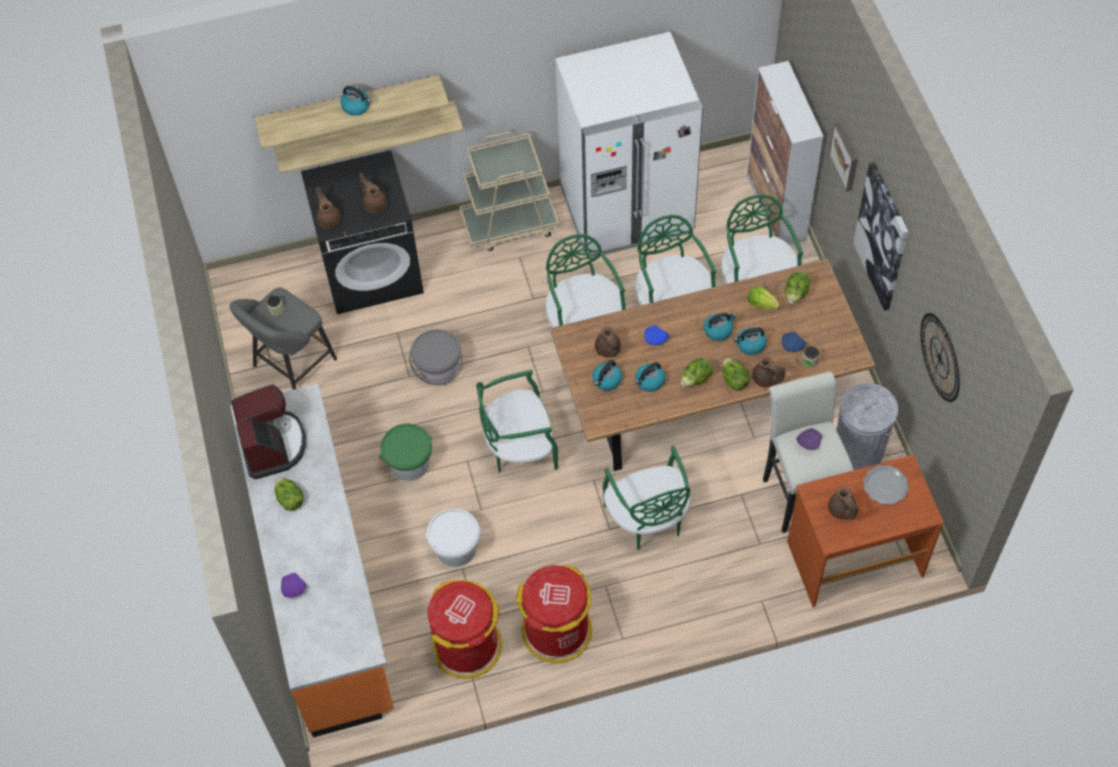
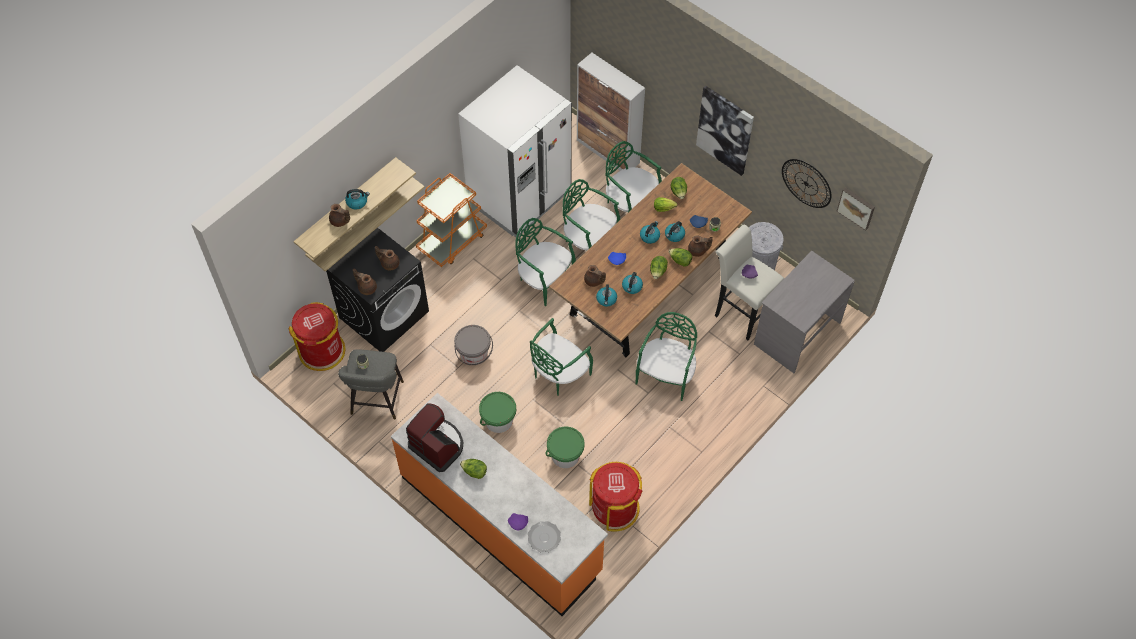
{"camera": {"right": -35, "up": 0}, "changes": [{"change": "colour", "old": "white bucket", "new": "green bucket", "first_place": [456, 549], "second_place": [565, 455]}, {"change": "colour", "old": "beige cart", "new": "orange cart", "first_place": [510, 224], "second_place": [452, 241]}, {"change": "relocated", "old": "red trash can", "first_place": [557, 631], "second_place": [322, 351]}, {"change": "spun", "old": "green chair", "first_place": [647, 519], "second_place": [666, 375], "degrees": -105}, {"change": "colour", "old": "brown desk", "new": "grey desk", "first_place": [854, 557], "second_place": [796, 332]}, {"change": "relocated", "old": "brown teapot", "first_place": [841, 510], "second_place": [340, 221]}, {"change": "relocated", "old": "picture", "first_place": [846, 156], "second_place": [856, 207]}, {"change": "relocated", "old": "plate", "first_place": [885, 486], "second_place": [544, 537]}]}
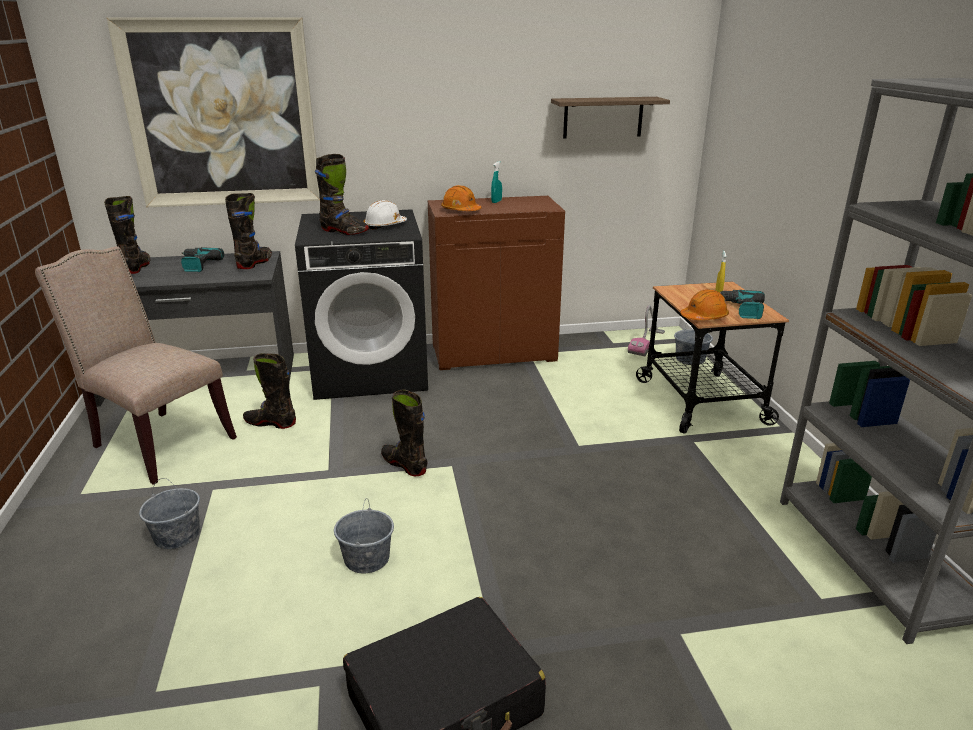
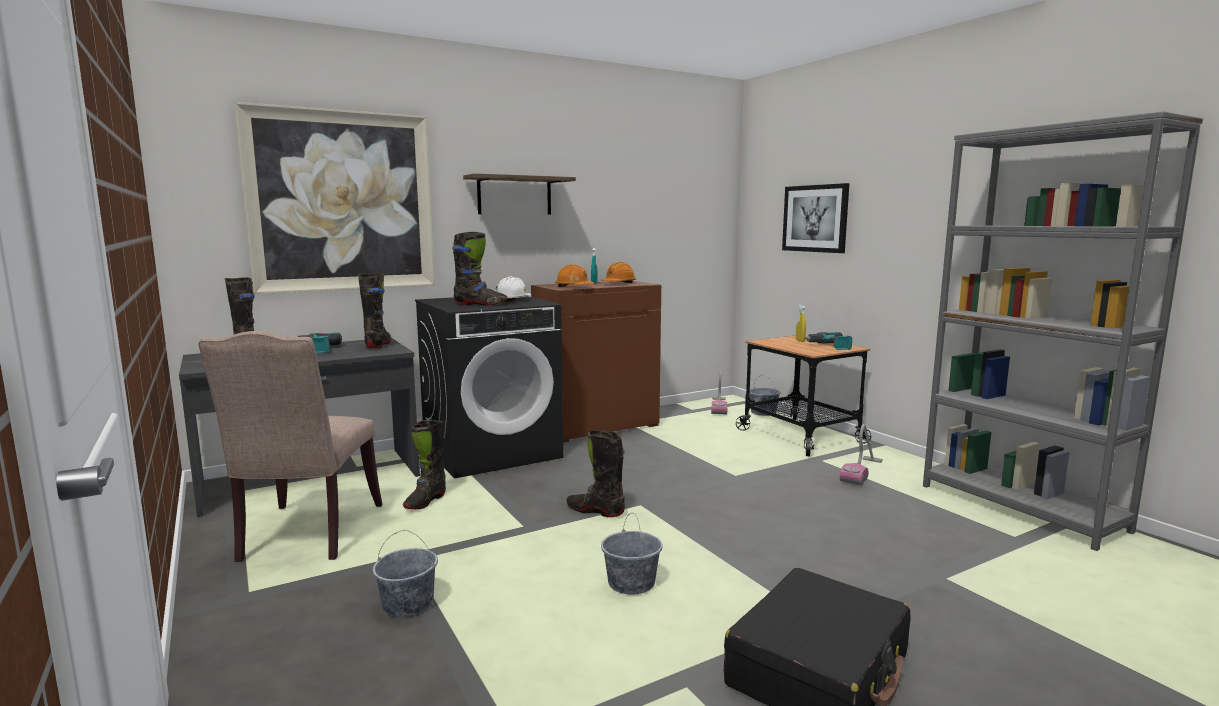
{"camera": {"right": -20, "up": -15}, "changes": [{"change": "spun", "old": "beige chair", "first_place": [158, 442], "second_place": [308, 534], "degrees": -105}, {"change": "spun", "old": "black boot", "first_place": [270, 423], "second_place": [425, 501], "degrees": -60}, {"change": "relocated", "old": "shelf", "first_place": [603, 117], "second_place": [514, 195]}, {"change": "relocated", "old": "orange hard hat", "first_place": [704, 317], "second_place": [619, 283]}, {"change": "appeared", "new": "picture", "second_place": [815, 218]}, {"change": "appeared", "new": "vacuum cleaner", "second_place": [862, 471]}]}
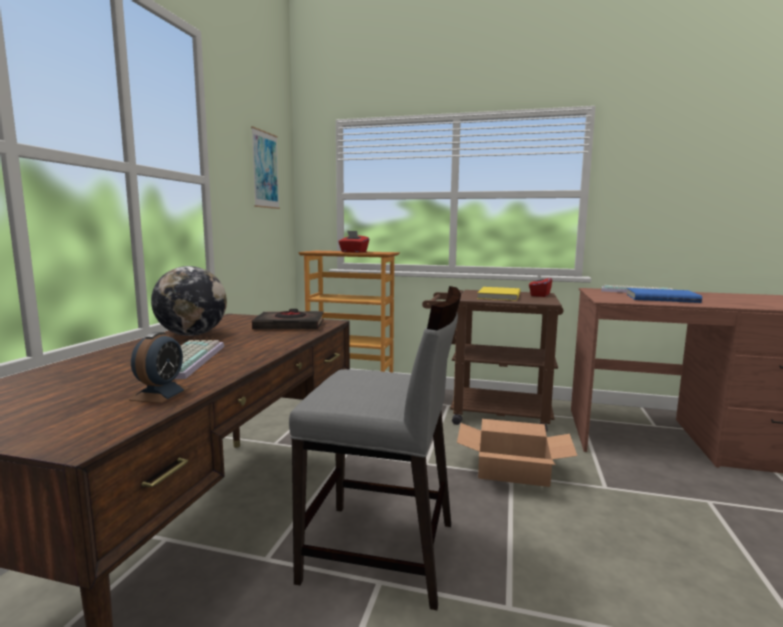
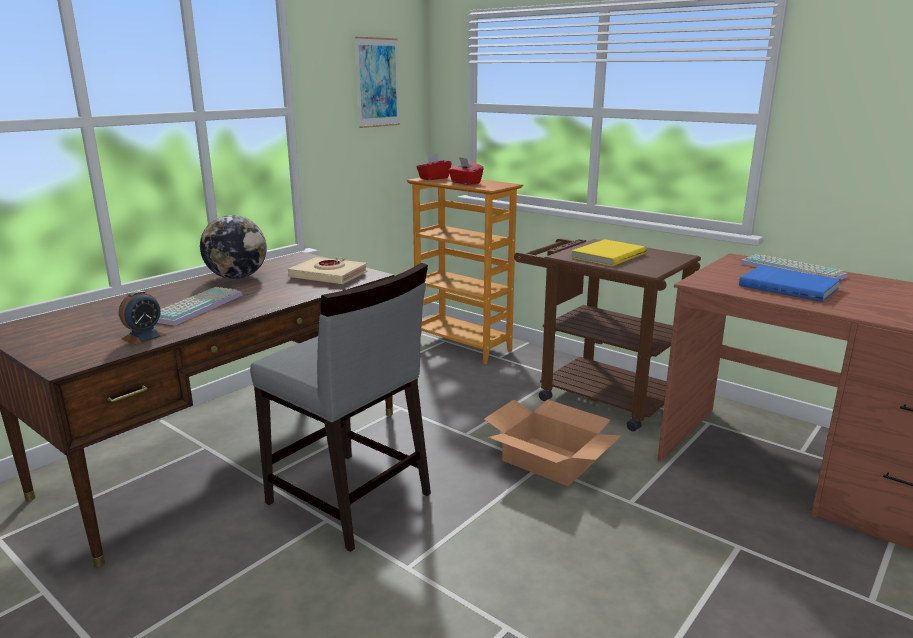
{"camera": {"right": 25, "up": 10}, "changes": [{"change": "colour", "old": "black book", "new": "beige book", "first_place": [290, 326], "second_place": [329, 276]}, {"change": "relocated", "old": "red tissue box", "first_place": [539, 295], "second_place": [433, 178]}]}
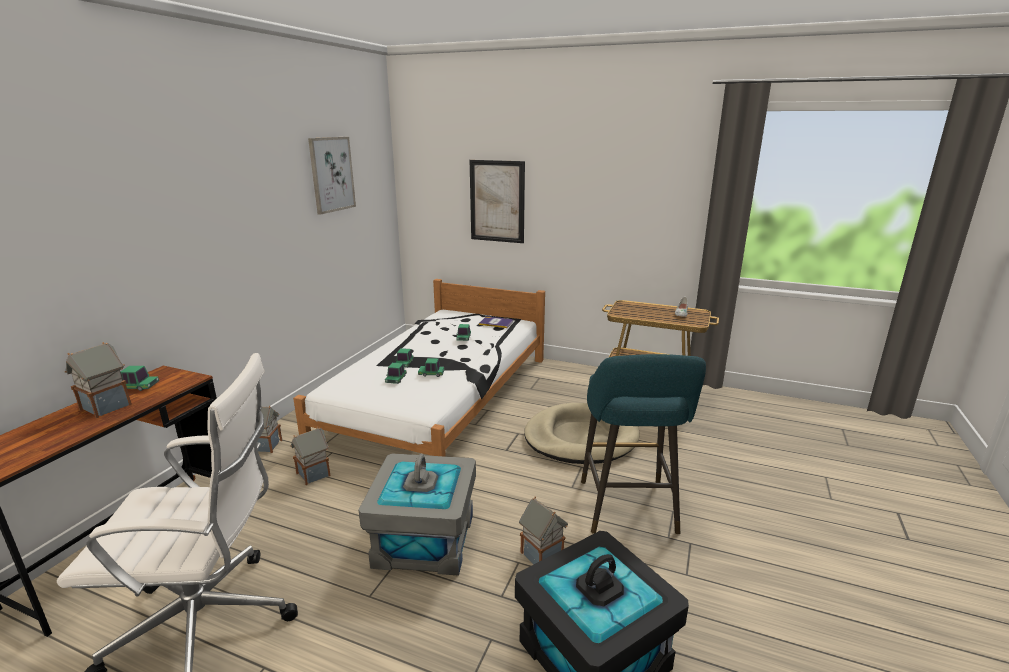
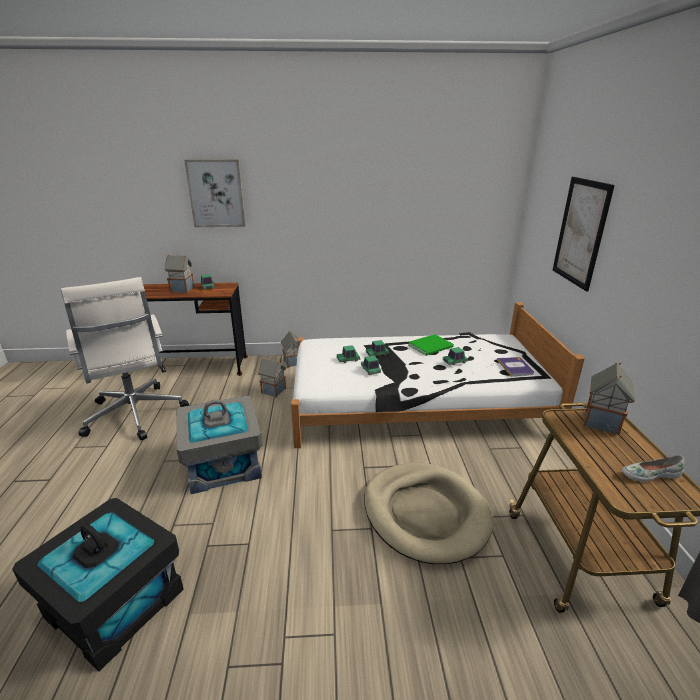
{"camera": {"right": 65, "up": 5}, "changes": [{"change": "relocated", "old": "picture", "first_place": [331, 174], "second_place": [216, 193]}, {"change": "relocated", "old": "toy house", "first_place": [542, 555], "second_place": [601, 423]}, {"change": "missing", "old": "turquoise stool", "first_place": [628, 510]}, {"change": "appeared", "new": "green book", "second_place": [432, 346]}]}
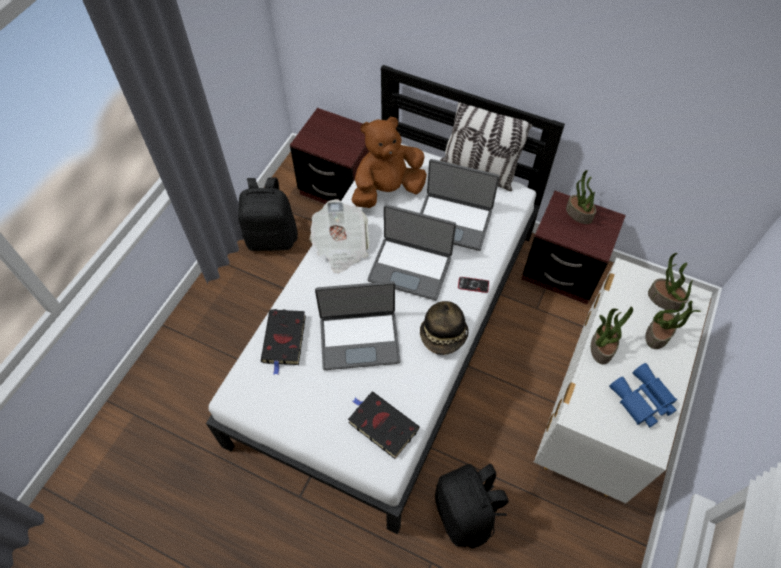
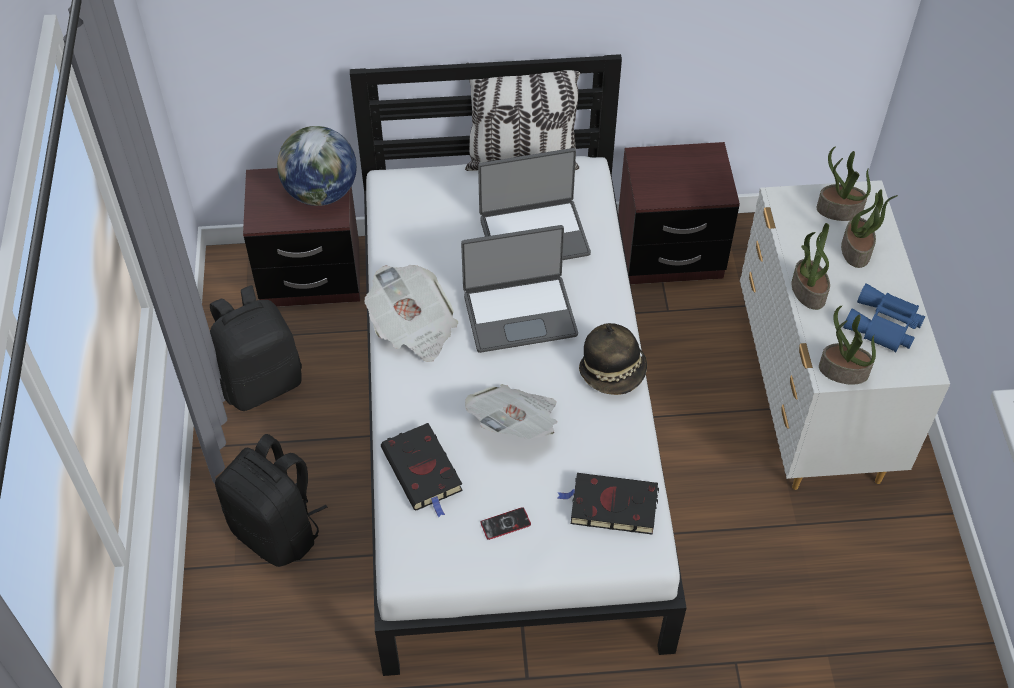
{"camera": {"right": -30, "up": -5}, "changes": [{"change": "exchanged", "old": "laptop", "new": "newspaper", "first_place": [359, 339], "second_place": [515, 425]}, {"change": "missing", "old": "brown plush toy", "first_place": [387, 190]}, {"change": "relocated", "old": "black backpack", "first_place": [466, 514], "second_place": [278, 531]}, {"change": "relocated", "old": "phone", "first_place": [473, 285], "second_place": [505, 524]}, {"change": "relocated", "old": "potted plant", "first_place": [578, 214], "second_place": [842, 371]}, {"change": "appeared", "new": "globe", "second_place": [321, 193]}]}
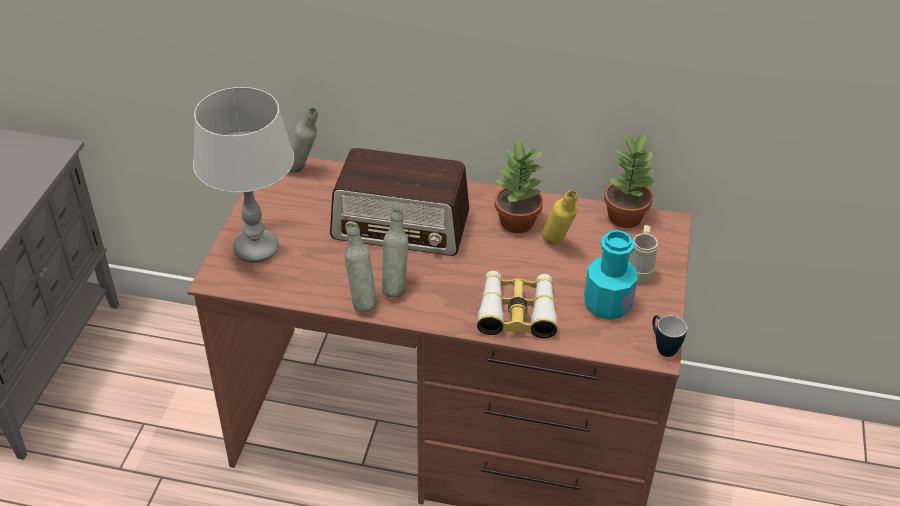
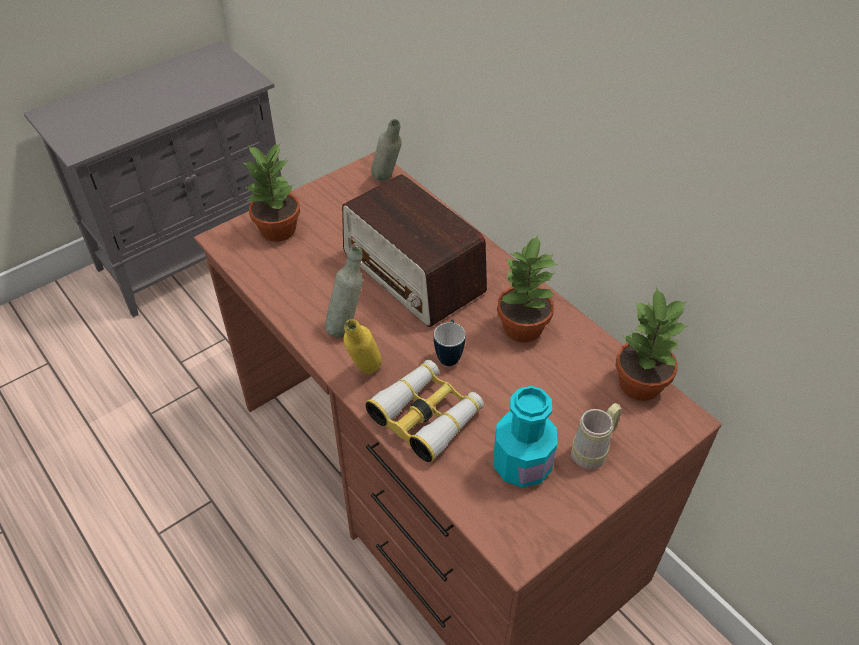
{"camera": {"right": 40, "up": 5}, "changes": [{"change": "exchanged", "old": "grey table lamp", "new": "potted plant", "first_place": [257, 249], "second_place": [279, 230]}, {"change": "missing", "old": "grey bottle", "first_place": [361, 301]}, {"change": "relocated", "old": "yellow bottle", "first_place": [557, 246], "second_place": [365, 375]}, {"change": "relocated", "old": "mug", "first_place": [662, 347], "second_place": [449, 355]}]}
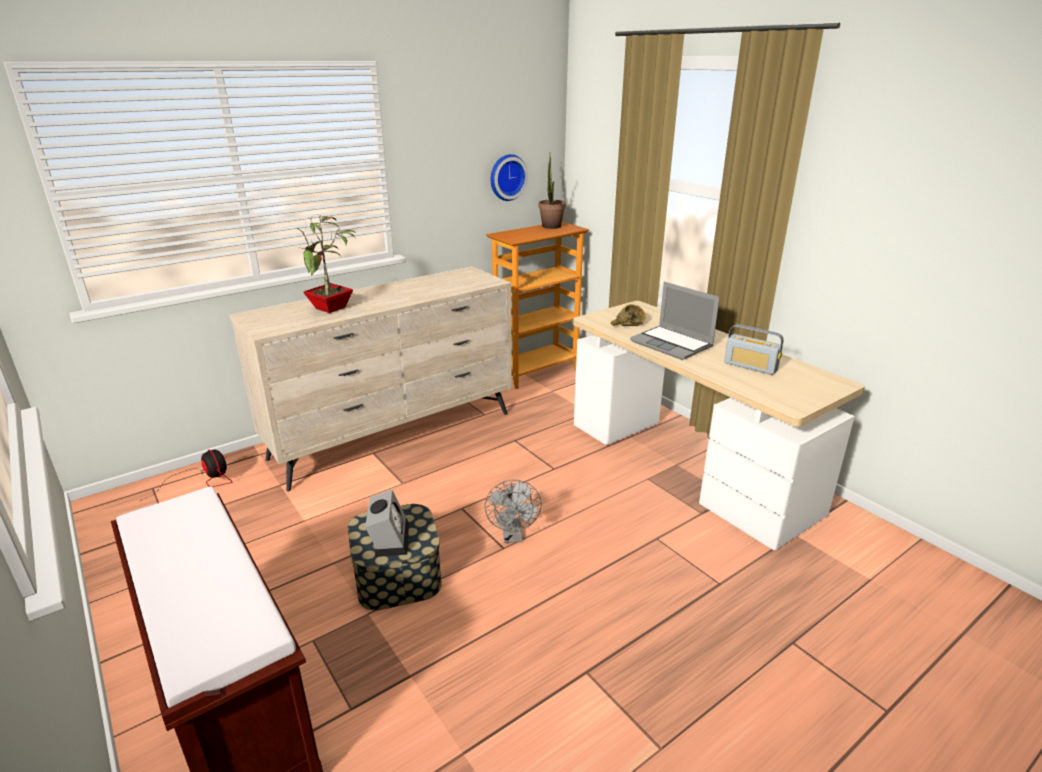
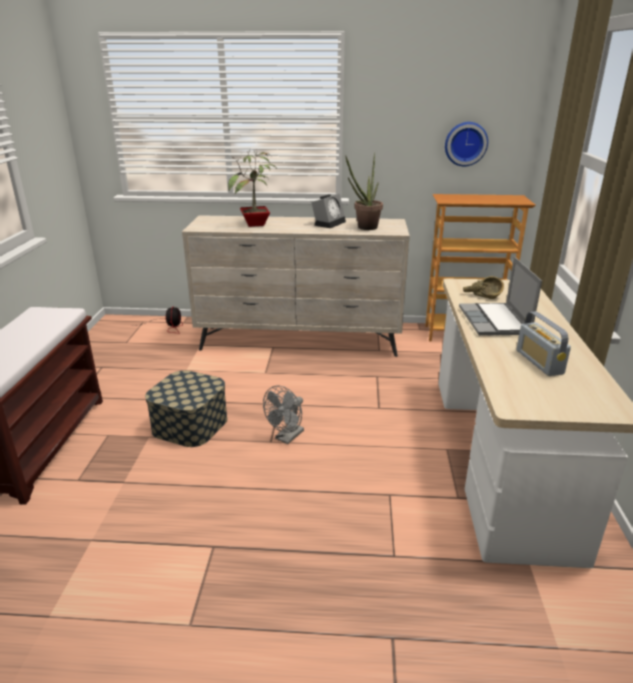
{"camera": {"right": 40, "up": 0}, "changes": [{"change": "relocated", "old": "alarm clock", "first_place": [389, 538], "second_place": [329, 223]}, {"change": "relocated", "old": "potted plant", "first_place": [551, 227], "second_place": [364, 228]}]}
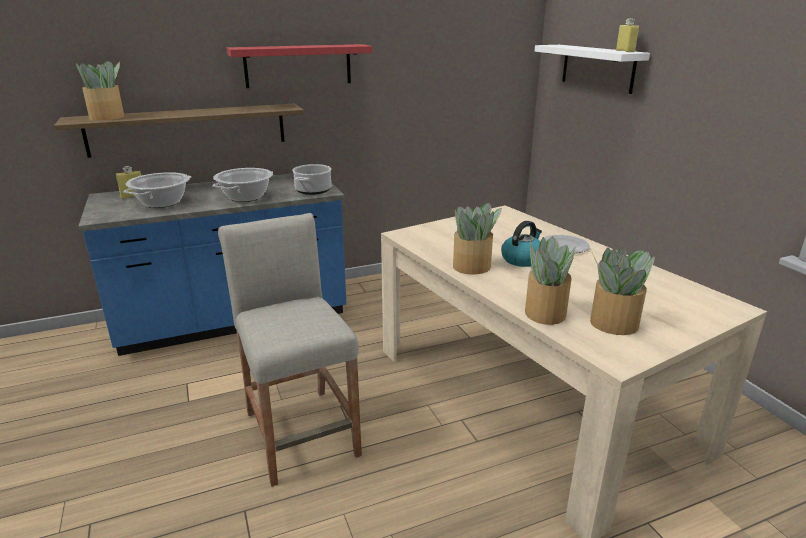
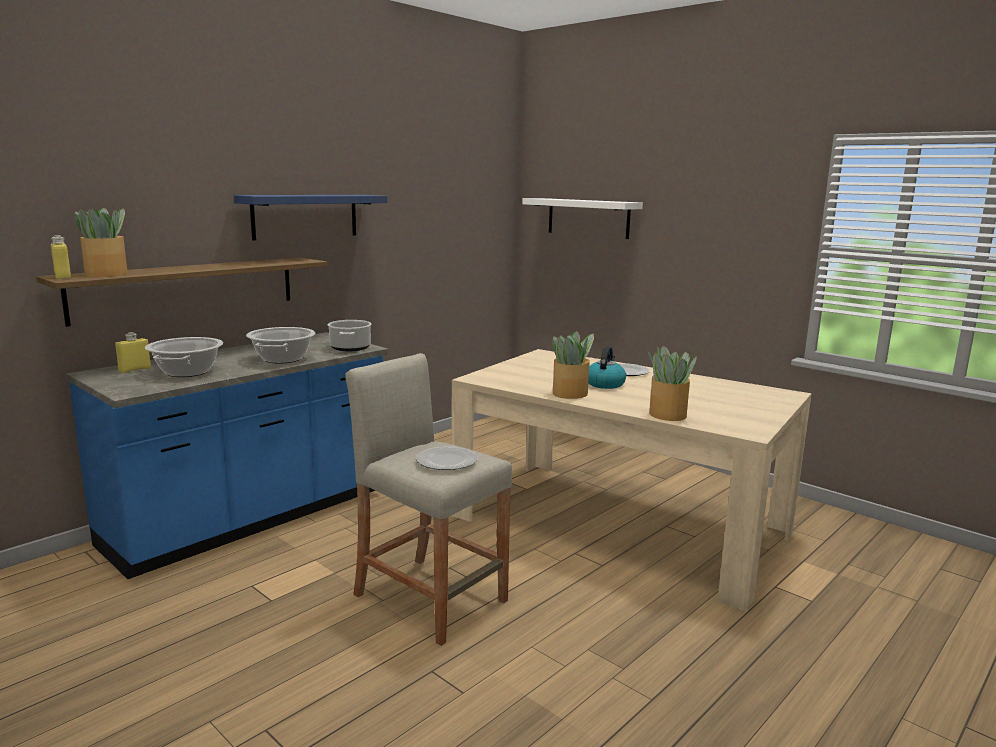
{"camera": {"right": -25, "up": -10}, "changes": [{"change": "colour", "old": "red shelf", "new": "blue shelf", "first_place": [298, 65], "second_place": [305, 216]}, {"change": "missing", "old": "potted plant", "first_place": [612, 323]}, {"change": "relocated", "old": "yellow bottle", "first_place": [625, 51], "second_place": [62, 276]}, {"change": "appeared", "new": "plate", "second_place": [447, 461]}]}
